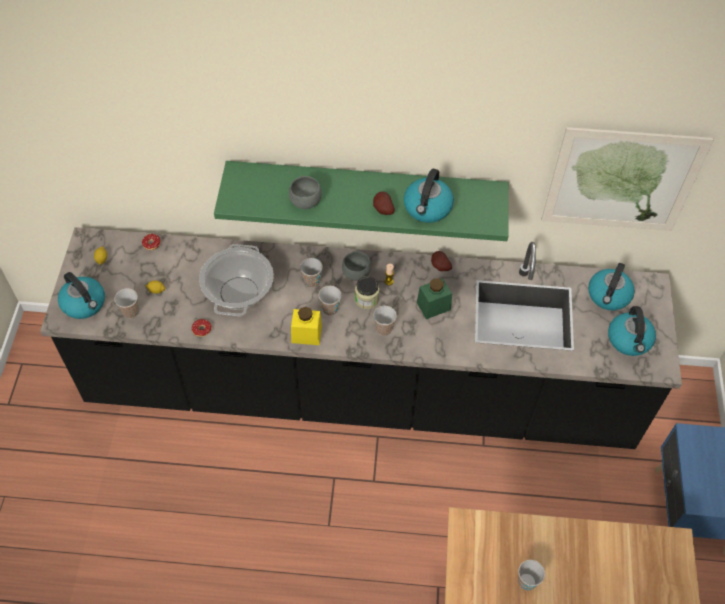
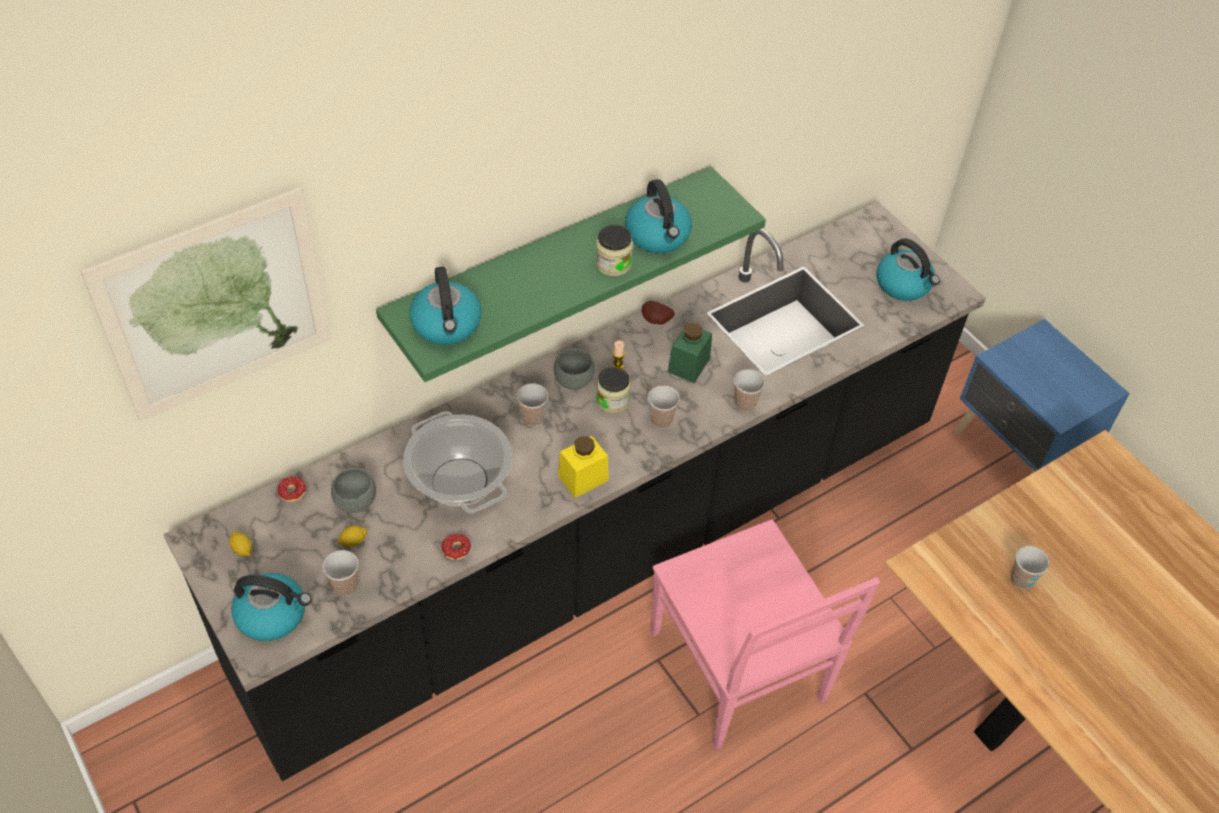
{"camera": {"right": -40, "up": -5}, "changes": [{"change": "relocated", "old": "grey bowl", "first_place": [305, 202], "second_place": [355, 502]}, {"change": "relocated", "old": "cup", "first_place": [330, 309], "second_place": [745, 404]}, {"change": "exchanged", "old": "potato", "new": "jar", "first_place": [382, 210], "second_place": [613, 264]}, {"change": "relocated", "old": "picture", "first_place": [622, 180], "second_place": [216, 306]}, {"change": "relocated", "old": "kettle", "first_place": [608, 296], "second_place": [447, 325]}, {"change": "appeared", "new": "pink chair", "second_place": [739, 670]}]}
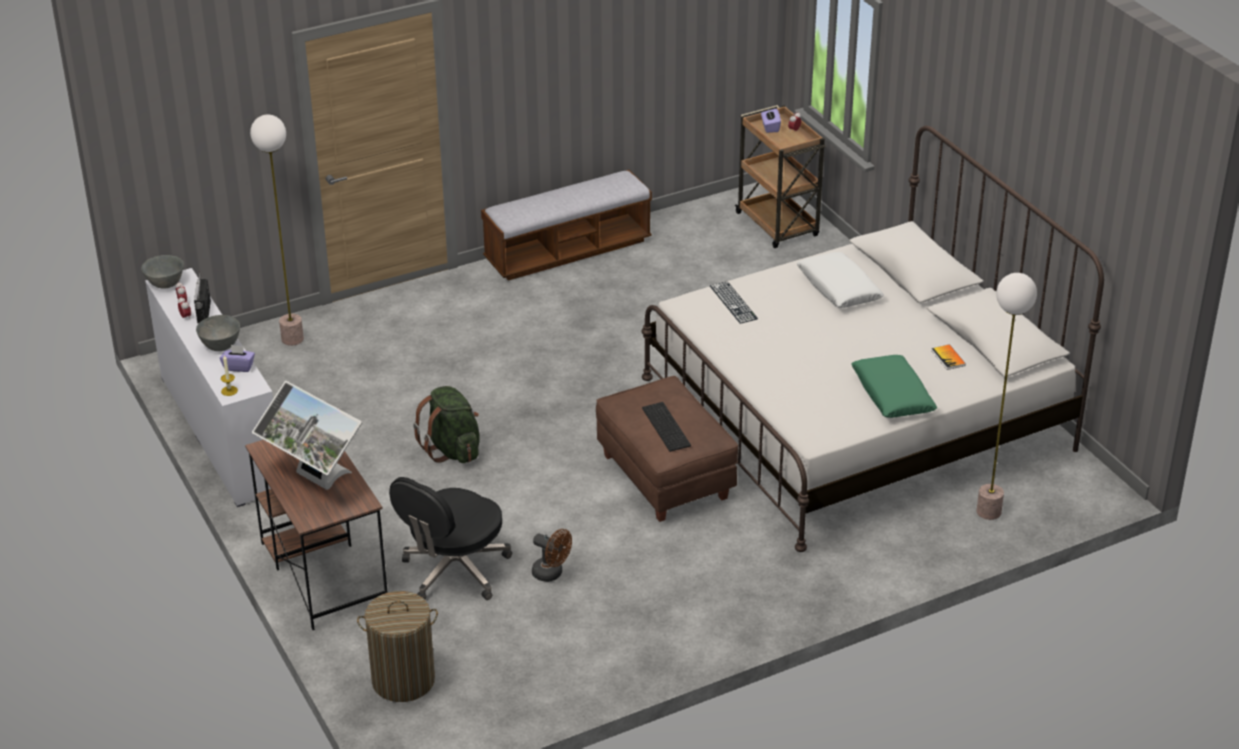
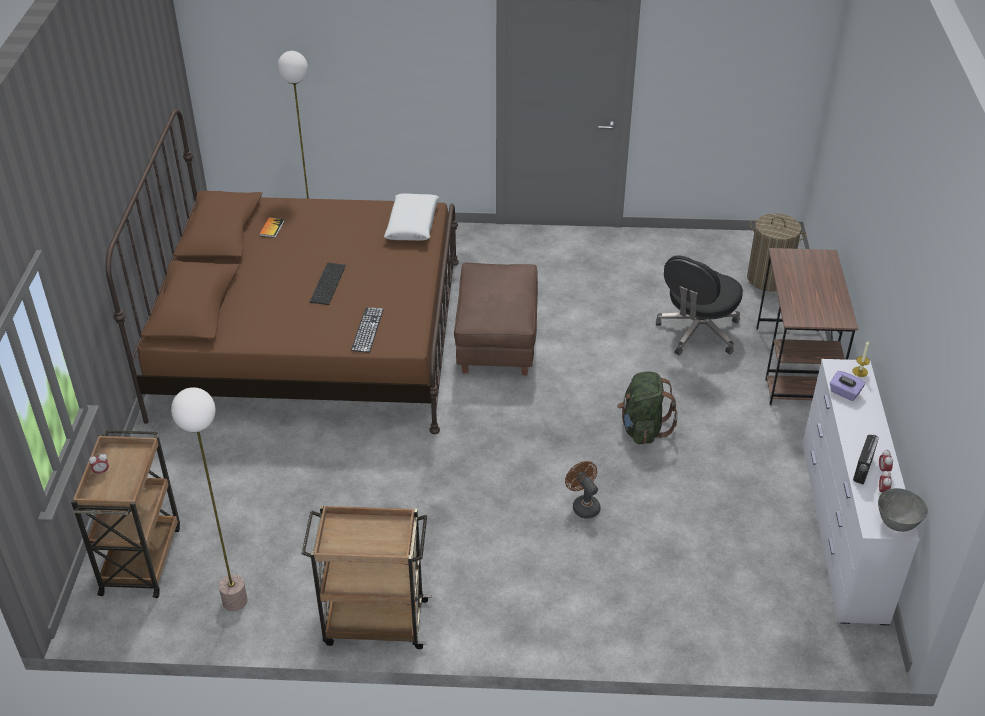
{"camera": {"right": -150, "up": 5}, "changes": [{"change": "missing", "old": "grey bowl", "first_place": [221, 346]}, {"change": "relocated", "old": "floor lamp", "first_place": [292, 339], "second_place": [235, 600]}, {"change": "missing", "old": "monitor", "first_place": [314, 480]}, {"change": "spun", "old": "black office chair", "first_place": [454, 571], "second_place": [697, 332], "degrees": 150}, {"change": "exchanged", "old": "bench", "new": "brown cart", "first_place": [568, 251], "second_place": [373, 622]}, {"change": "relocated", "old": "brown fan", "first_place": [551, 574], "second_place": [583, 505]}, {"change": "colour", "old": "white bed", "new": "brown bed", "first_place": [856, 413], "second_place": [311, 337]}, {"change": "relocated", "old": "keyboard", "first_place": [667, 427], "second_place": [327, 283]}, {"change": "missing", "old": "purple tissue box", "first_place": [770, 127]}, {"change": "relocated", "old": "white pillow", "first_place": [838, 288], "second_place": [412, 224]}, {"change": "missing", "old": "green pillow", "first_place": [892, 395]}]}
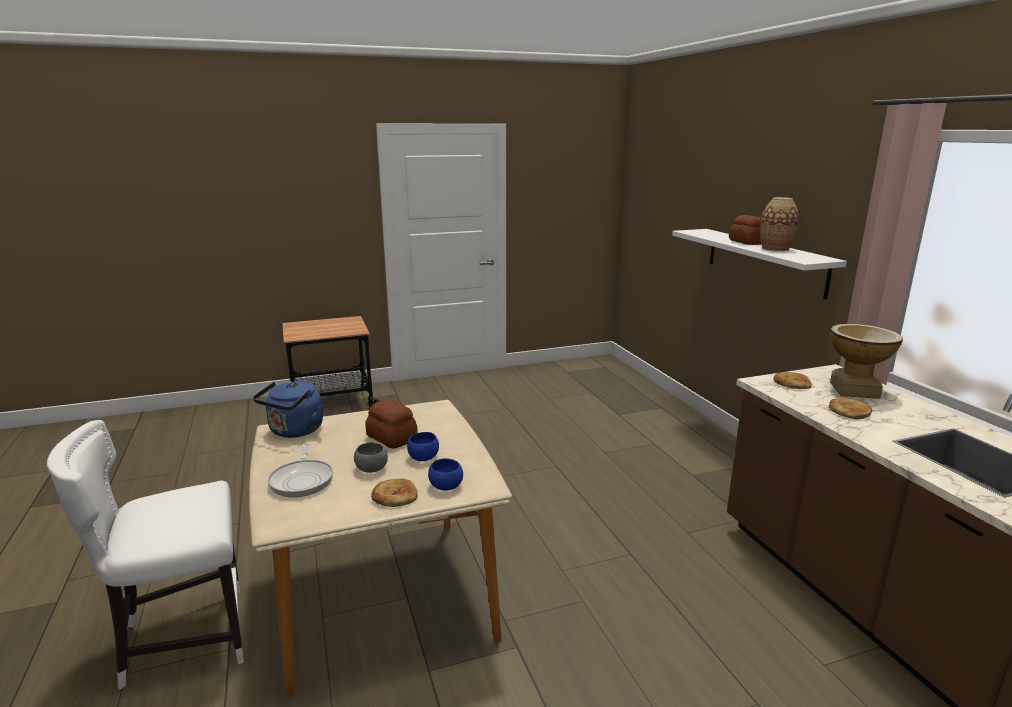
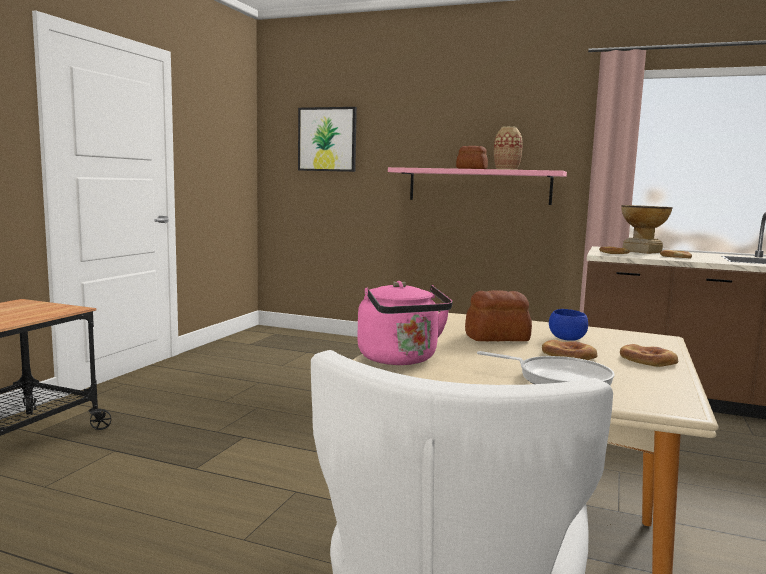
{"camera": {"right": -50, "up": -10}, "changes": [{"change": "colour", "old": "blue kettle", "new": "pink kettle", "first_place": [294, 431], "second_place": [400, 359]}, {"change": "exchanged", "old": "grey bowl", "new": "bread", "first_place": [371, 469], "second_place": [569, 355]}, {"change": "missing", "old": "blue bowl", "first_place": [446, 487]}, {"change": "colour", "old": "white shelf", "new": "pink shelf", "first_place": [764, 261], "second_place": [479, 186]}, {"change": "appeared", "new": "picture", "second_place": [327, 139]}]}
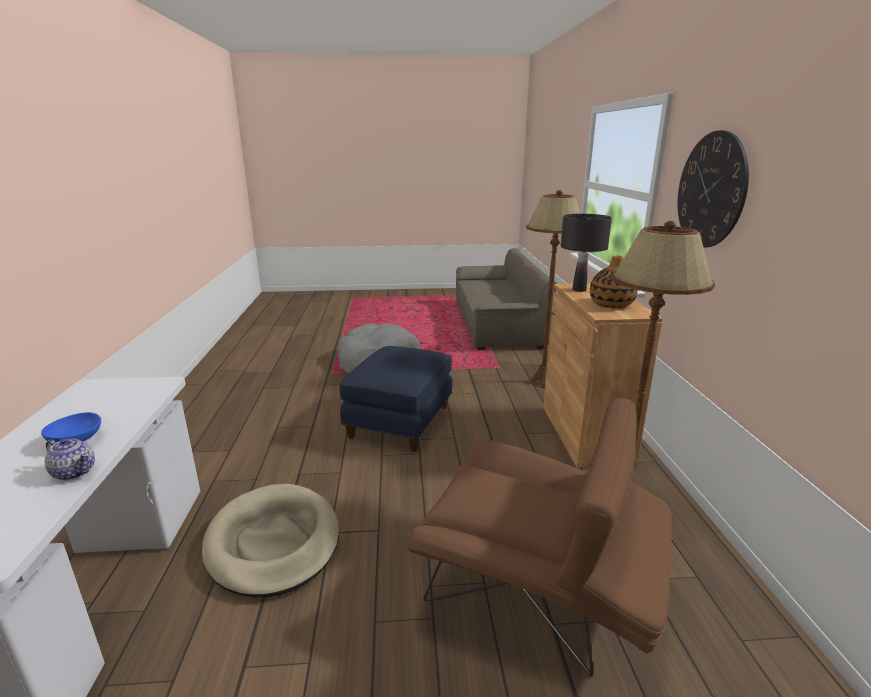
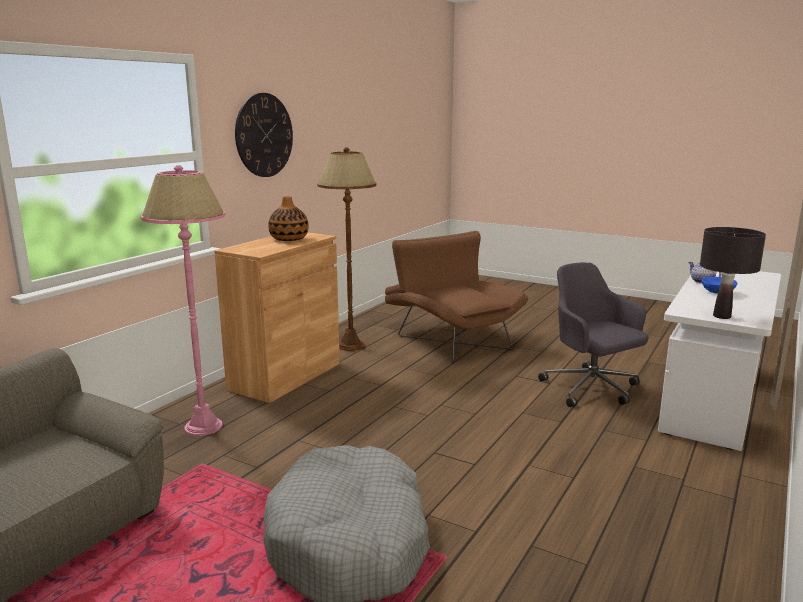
{"camera": {"right": -145, "up": -5}, "changes": [{"change": "exchanged", "old": "beige dog bed", "new": "grey office chair", "first_place": [273, 542], "second_place": [591, 389]}, {"change": "missing", "old": "blue ottoman", "first_place": [401, 422]}, {"change": "colour", "old": "brown floor lamp", "new": "pink floor lamp", "first_place": [542, 381], "second_place": [204, 427]}, {"change": "relocated", "old": "black table lamp", "first_place": [579, 290], "second_place": [721, 316]}]}
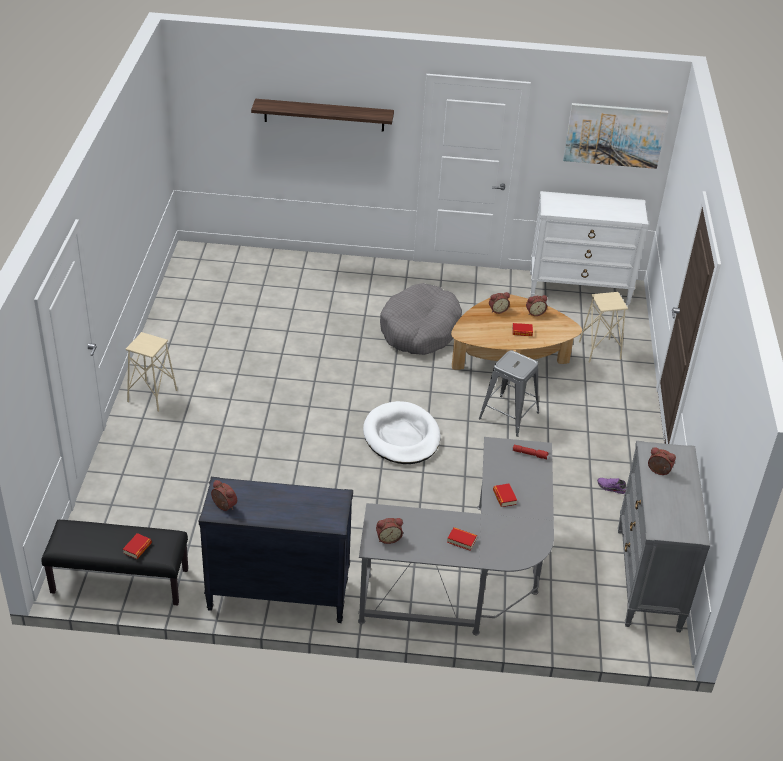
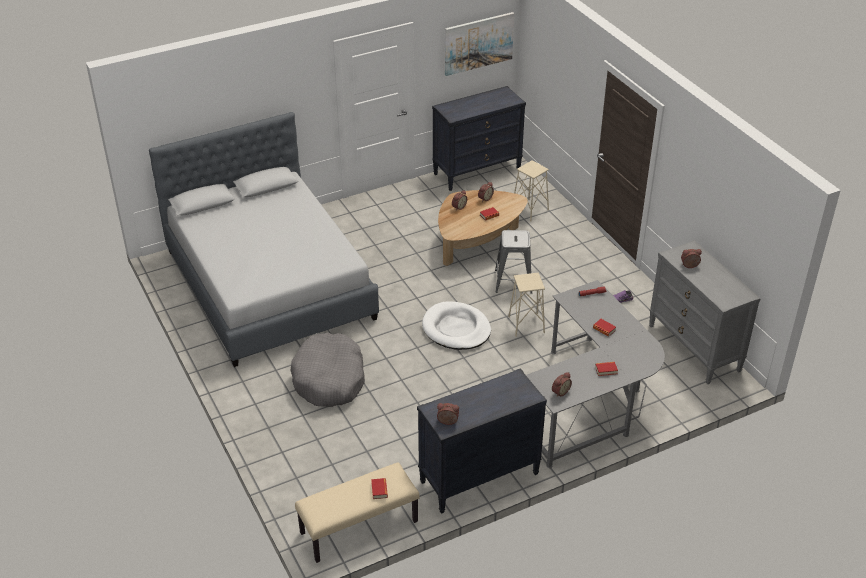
{"camera": {"right": -30, "up": 0}, "changes": [{"change": "colour", "old": "black bench", "new": "beige bench", "first_place": [119, 582], "second_place": [359, 528]}, {"change": "relocated", "old": "beige stool", "first_place": [152, 396], "second_place": [526, 324]}, {"change": "missing", "old": "shelf", "first_place": [324, 115]}, {"change": "relocated", "old": "grey dog bed", "first_place": [420, 330], "second_place": [329, 379]}, {"change": "colour", "old": "white dresser", "new": "black dresser", "first_place": [579, 288], "second_place": [477, 171]}, {"change": "appeared", "new": "grey bed", "second_place": [269, 284]}]}
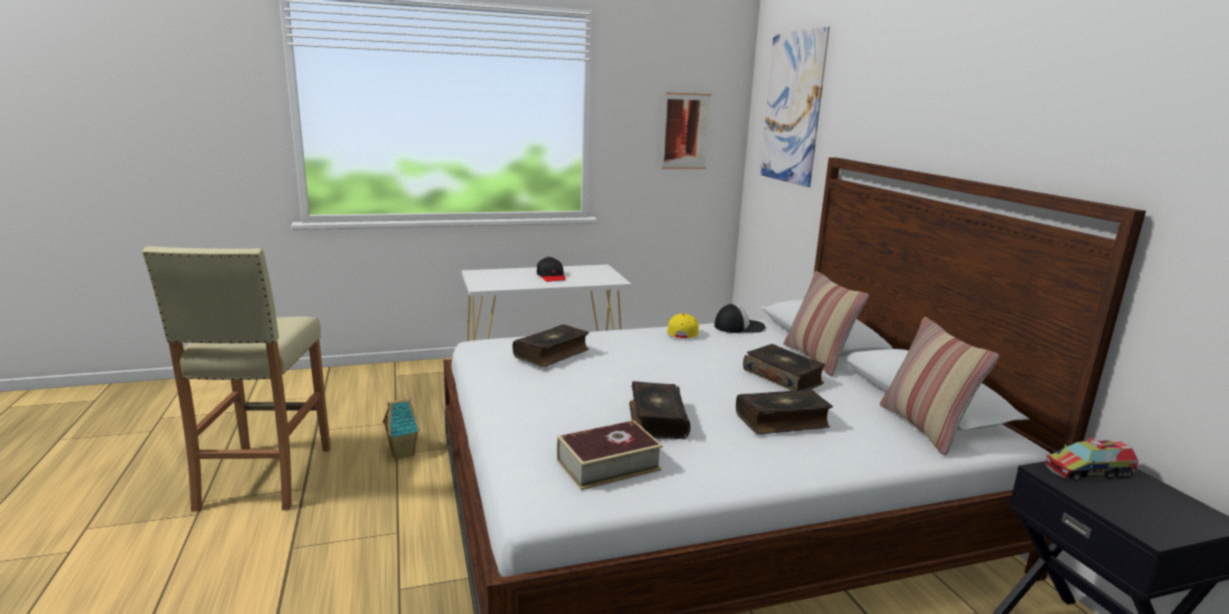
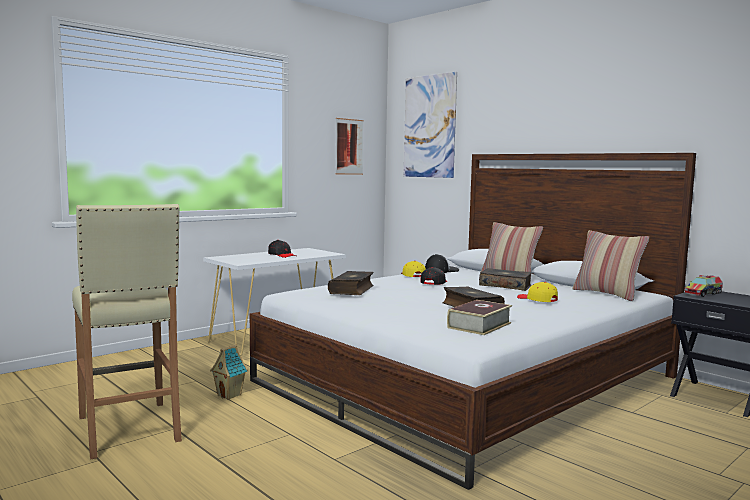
{"camera": {"right": -25, "up": -10}, "changes": [{"change": "exchanged", "old": "book", "new": "yellow cap", "first_place": [782, 421], "second_place": [537, 300]}, {"change": "appeared", "new": "black cap", "second_place": [434, 283]}]}
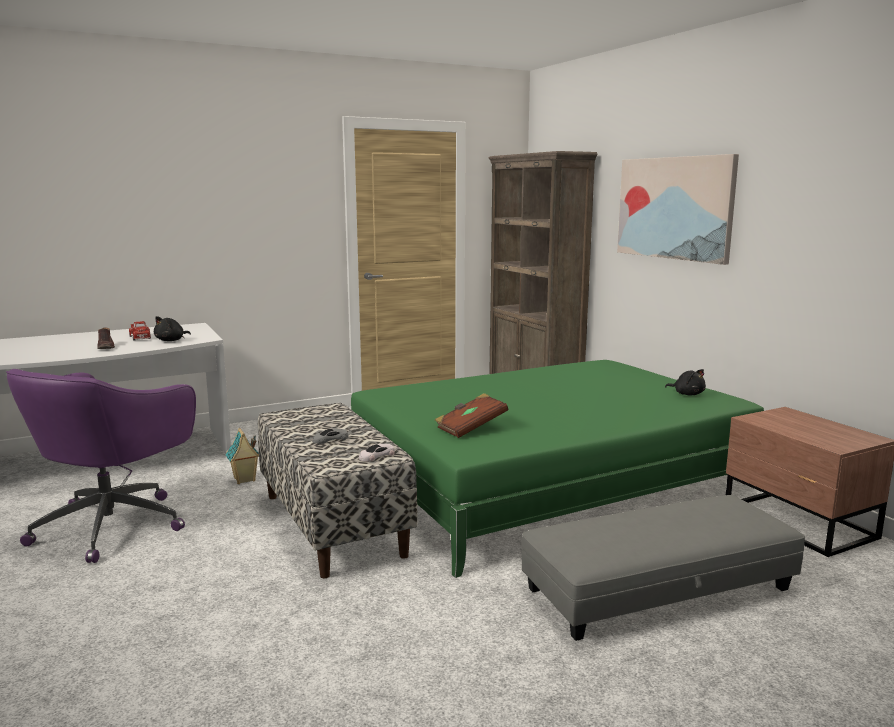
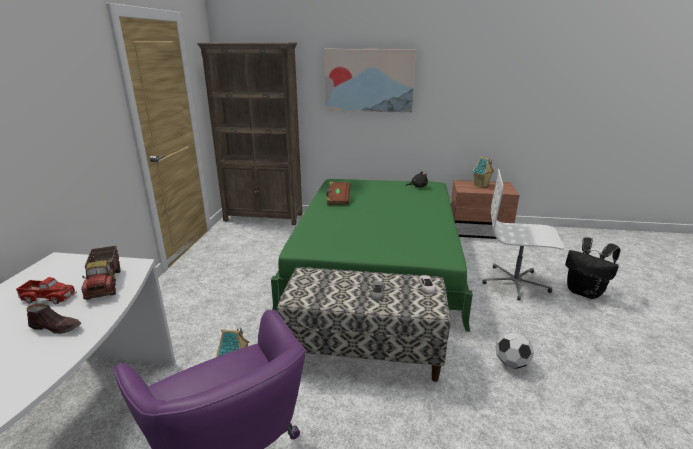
{"camera": {"right": -55, "up": 10}, "changes": [{"change": "exchanged", "old": "black plush toy", "new": "toy truck", "first_place": [171, 340], "second_place": [105, 283]}, {"change": "relocated", "old": "brown book", "first_place": [470, 428], "second_place": [338, 199]}, {"change": "exchanged", "old": "grey ottoman", "new": "white office chair", "first_place": [658, 589], "second_place": [515, 283]}, {"change": "appeared", "new": "toy house", "second_place": [481, 185]}, {"change": "appeared", "new": "football", "second_place": [511, 364]}, {"change": "appeared", "new": "black backpack", "second_place": [585, 292]}]}
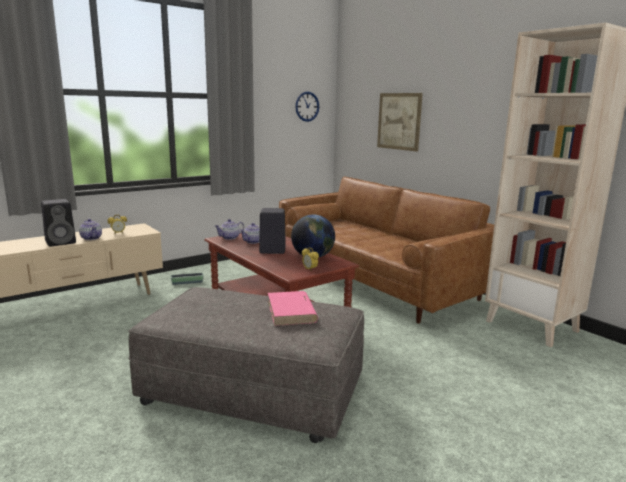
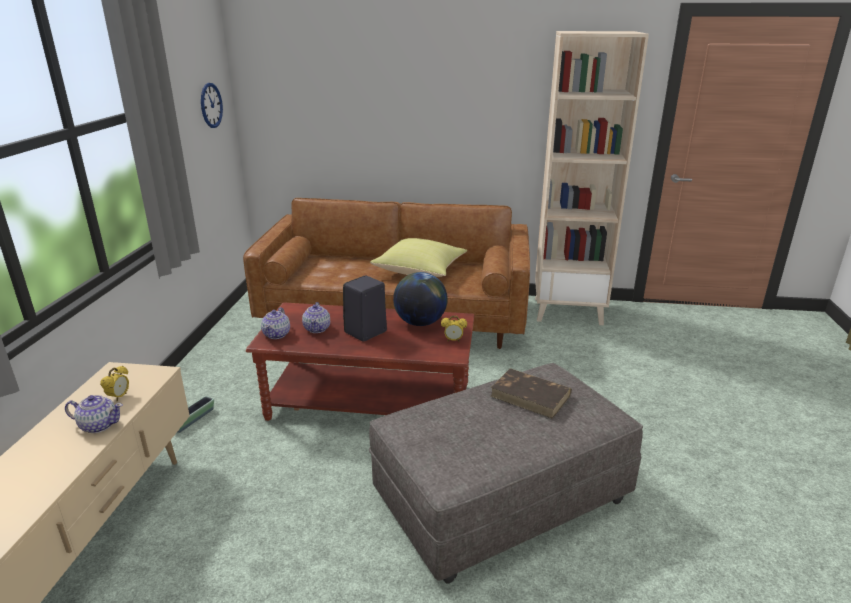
{"camera": {"right": -45, "up": 10}, "changes": [{"change": "missing", "old": "black speaker", "first_place": [61, 242]}, {"change": "colour", "old": "pink book", "new": "brown book", "first_place": [291, 311], "second_place": [531, 396]}, {"change": "missing", "old": "picture", "first_place": [399, 121]}, {"change": "appeared", "new": "yellow pillow", "second_place": [421, 271]}]}
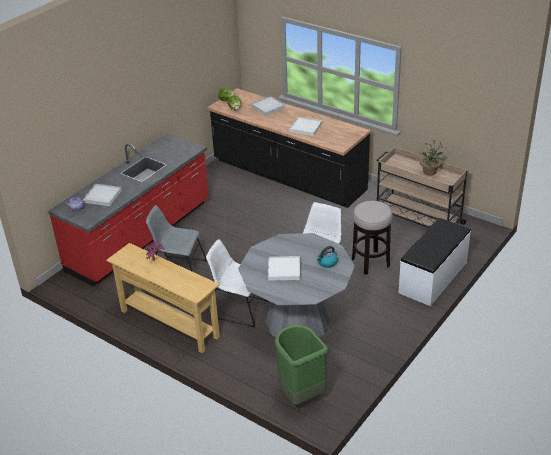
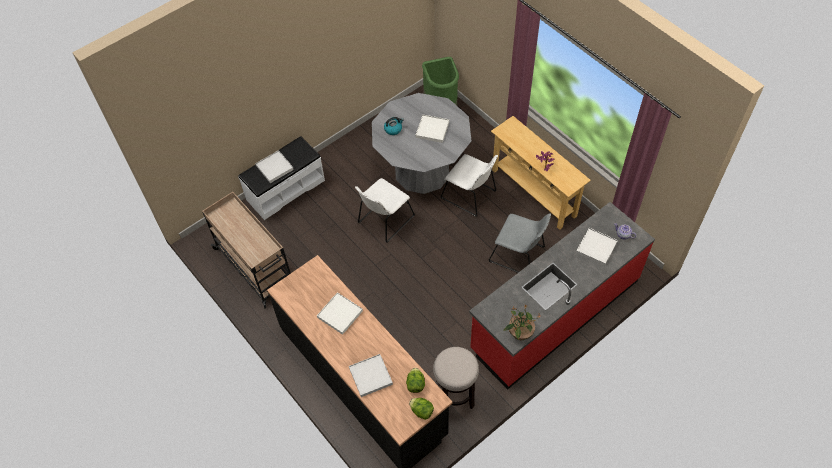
{"camera": {"right": -165, "up": 20}, "changes": [{"change": "relocated", "old": "stool", "first_place": [370, 262], "second_place": [455, 395]}, {"change": "relocated", "old": "potted plant", "first_place": [430, 171], "second_place": [520, 333]}, {"change": "appeared", "new": "white tray", "second_place": [274, 167]}]}
